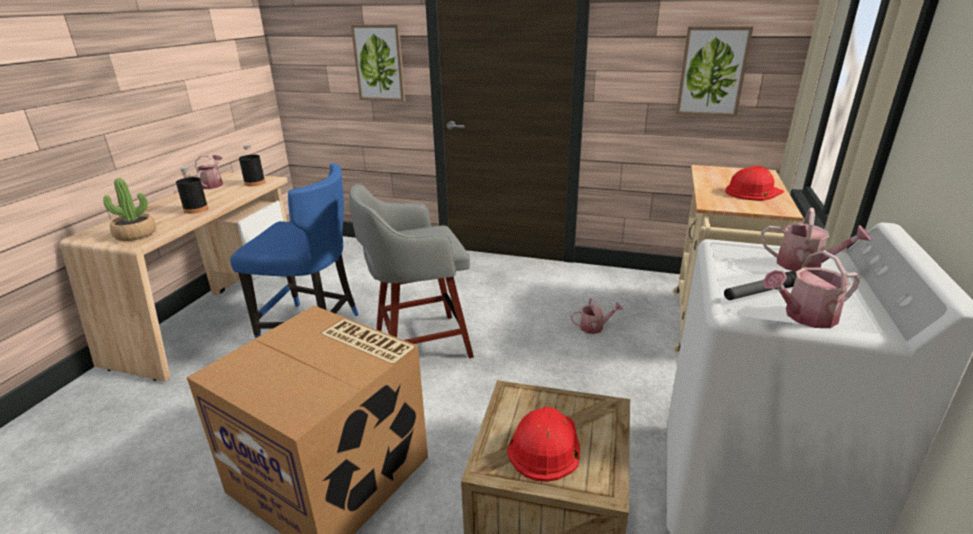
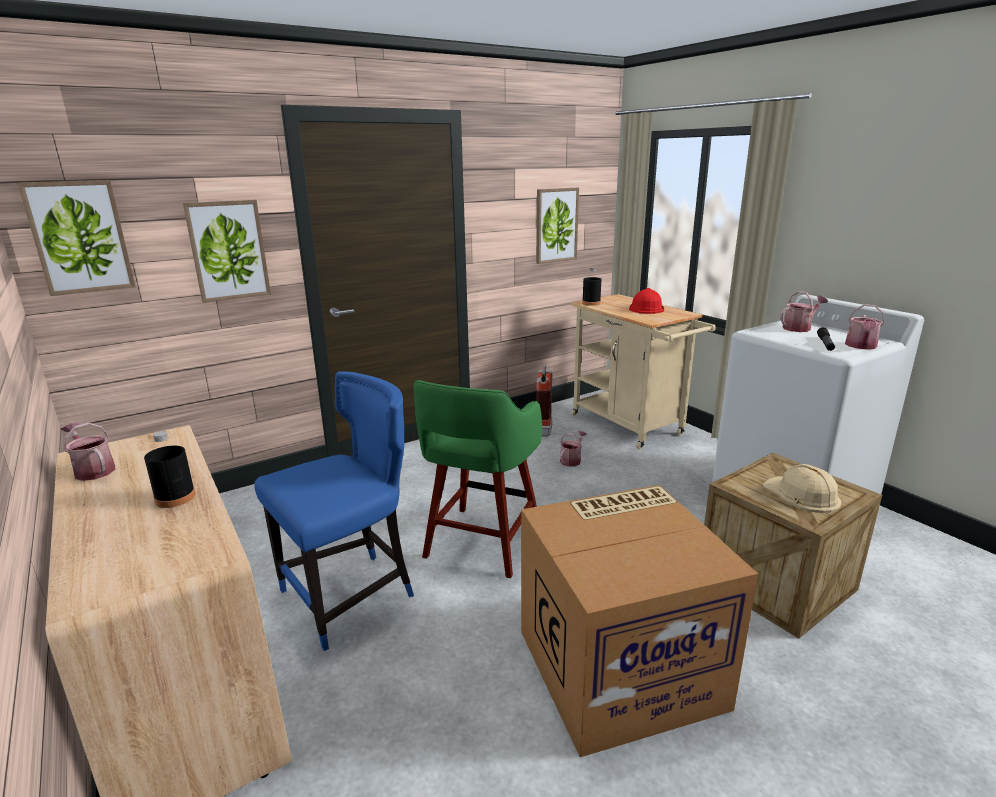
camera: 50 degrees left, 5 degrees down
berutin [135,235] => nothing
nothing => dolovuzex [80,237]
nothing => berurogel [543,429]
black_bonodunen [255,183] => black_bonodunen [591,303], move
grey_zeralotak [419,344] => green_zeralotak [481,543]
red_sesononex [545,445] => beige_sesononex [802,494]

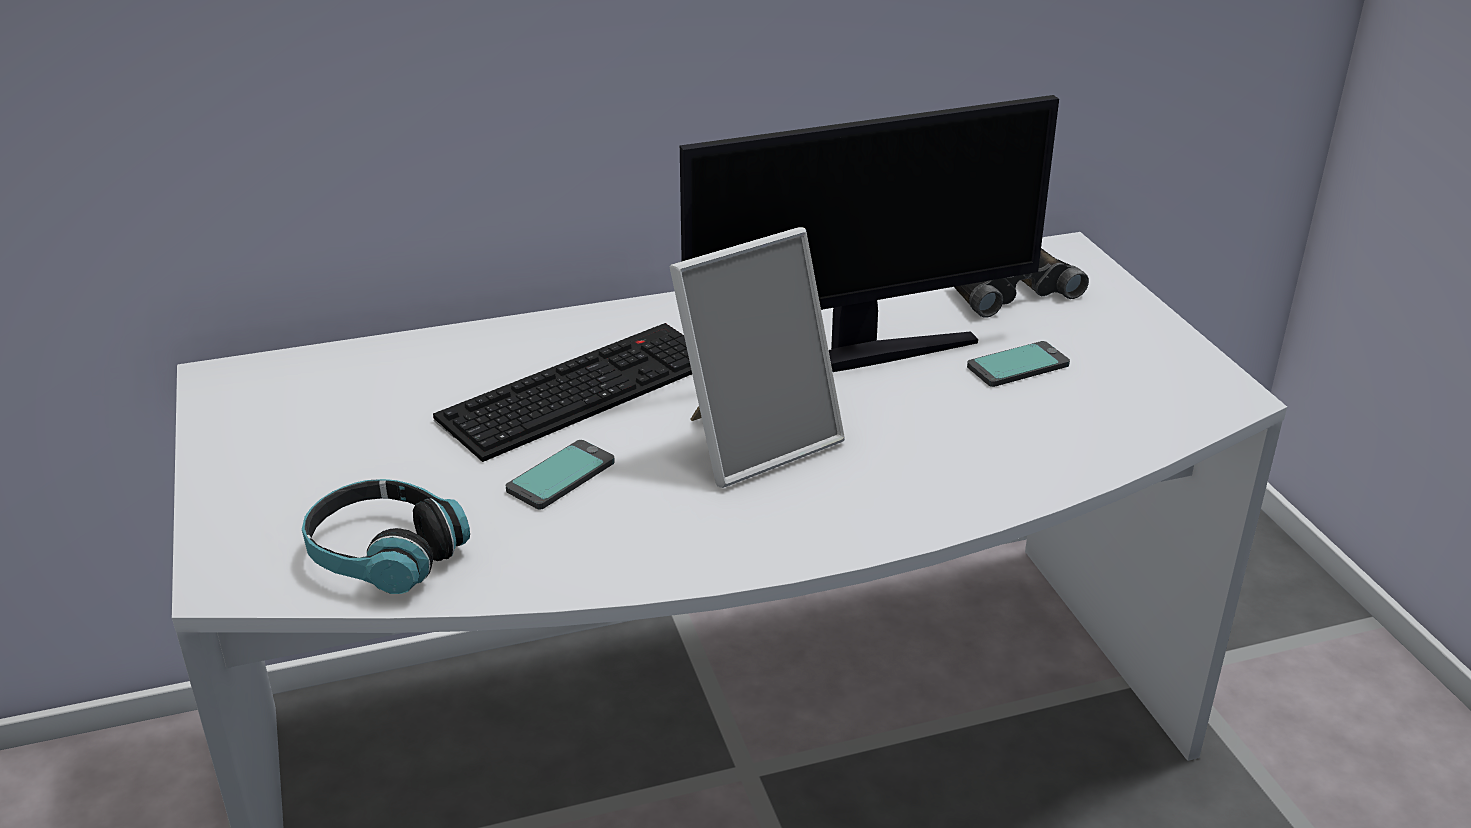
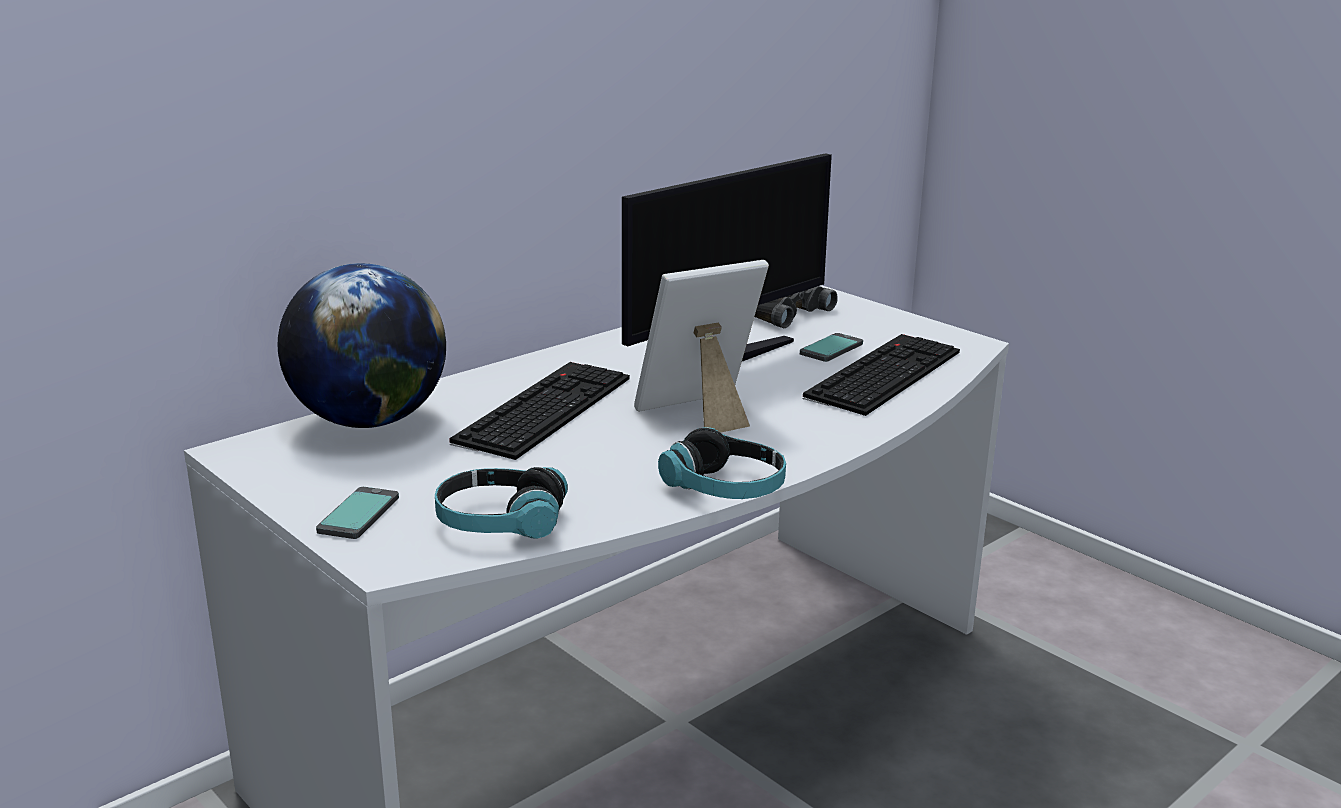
camera: 25 degrees left, 10 degrees down
nothing => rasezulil [369,421]
nothing => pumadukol [725,488]
nothing => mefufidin [882,373]
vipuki [560,476] => vipuki [358,514], move
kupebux [755,440] => kupebux [701,414], 150 degrees counterclockwise

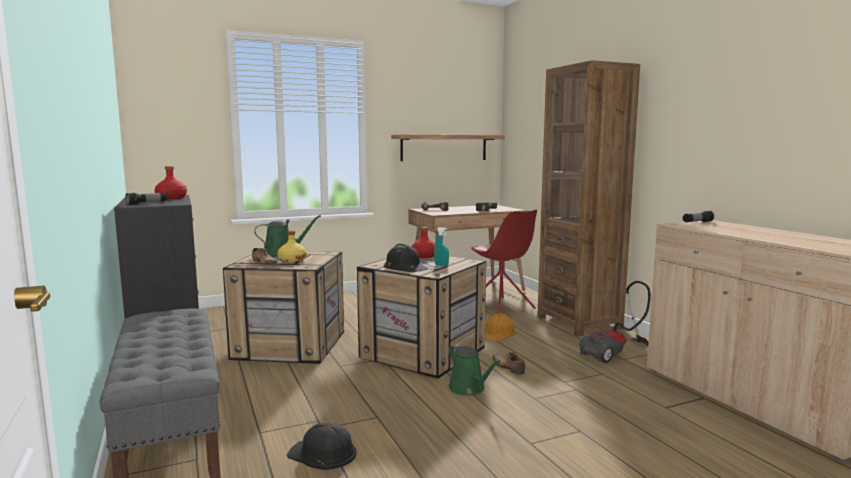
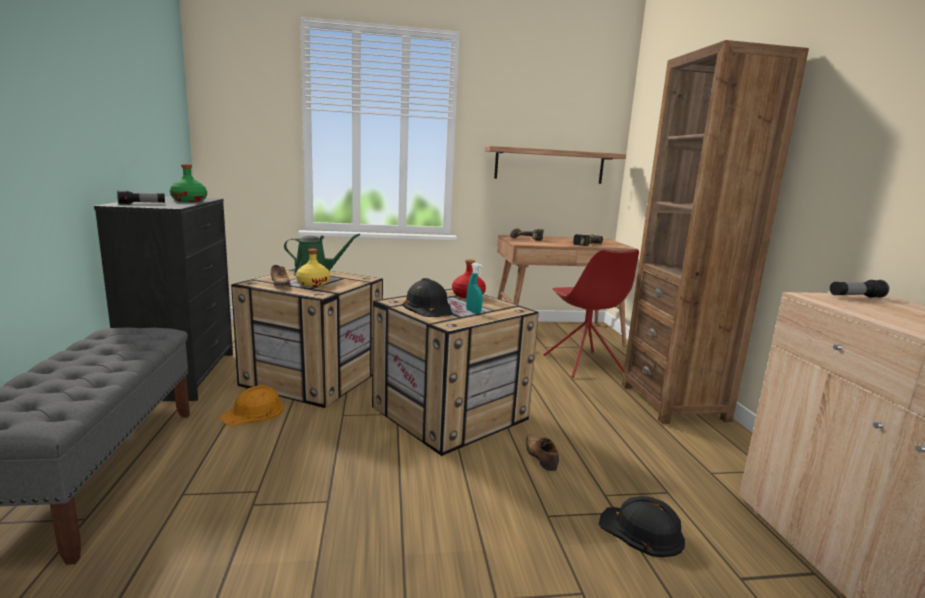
camera: 15 degrees right, 5 degrees up
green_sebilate [469,389] => nothing
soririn [616,354] => nothing
black_sesononex [323,453] => black_sesononex [642,531], move
orange_sesononex [498,333] => orange_sesononex [253,412], move
red_bonodunen [171,198] => green_bonodunen [189,200]

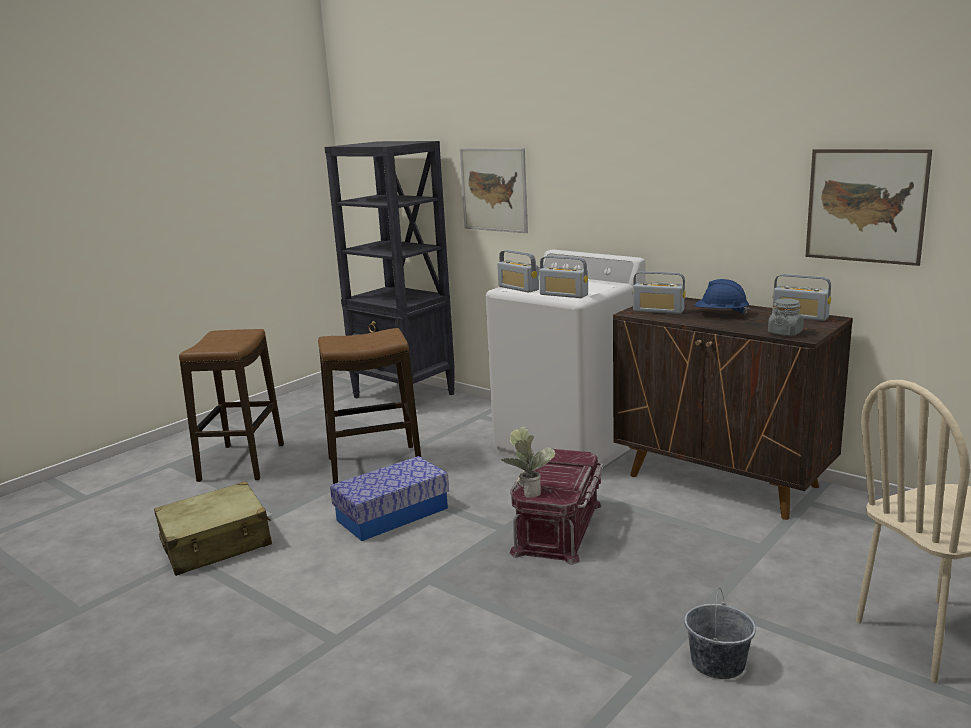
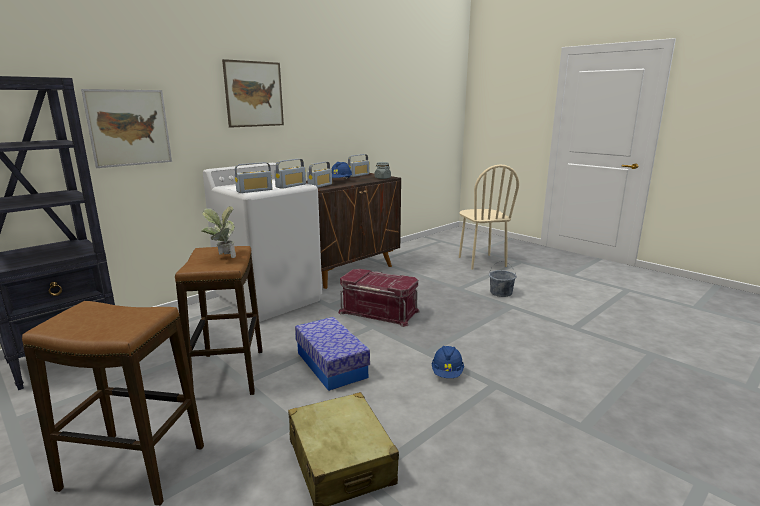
camera: 85 degrees left, 0 degrees up
nothing => blue_sesononex [447,373]
berutin [528,491] => berutin [223,257], move
dolovuzex [865,206] => dolovuzex [254,94], move

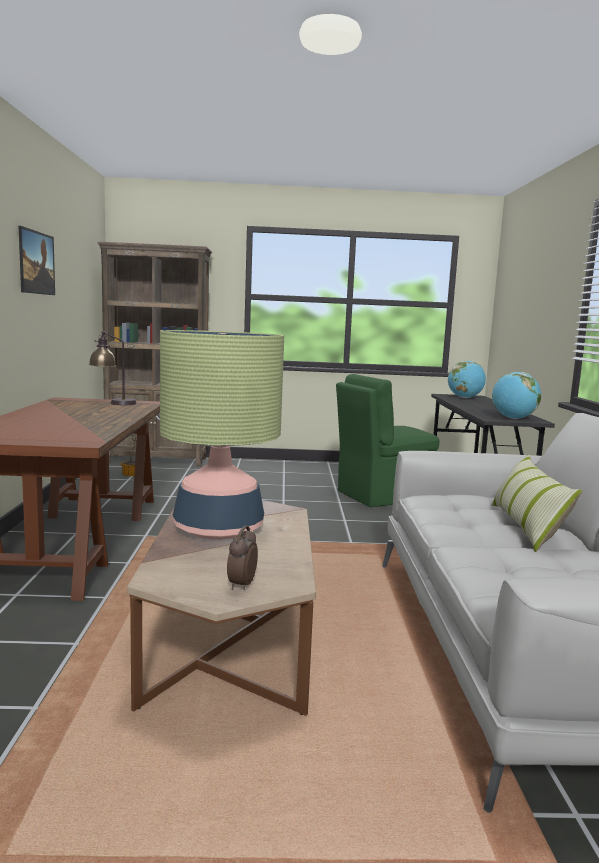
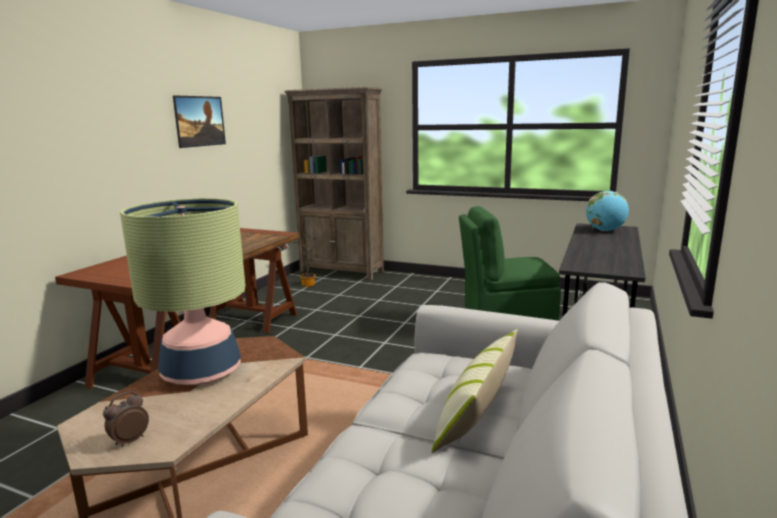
camera: 25 degrees right, 5 degrees up
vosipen [113,403] => nothing
rasezulil [513,418] => nothing

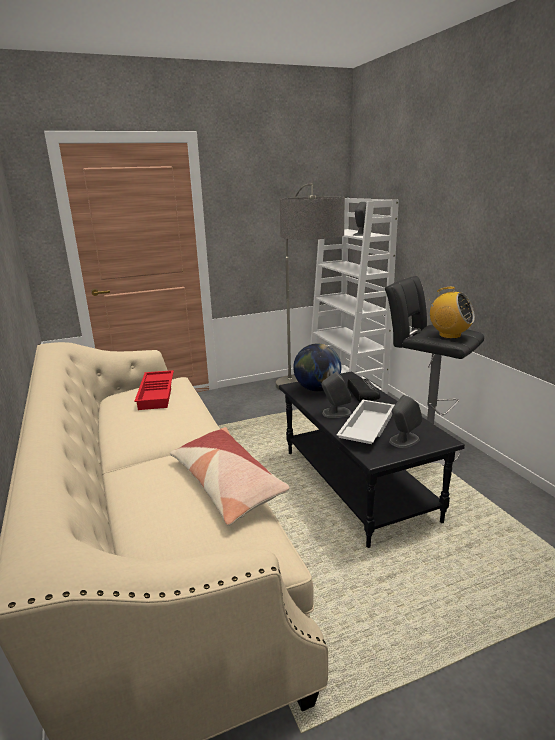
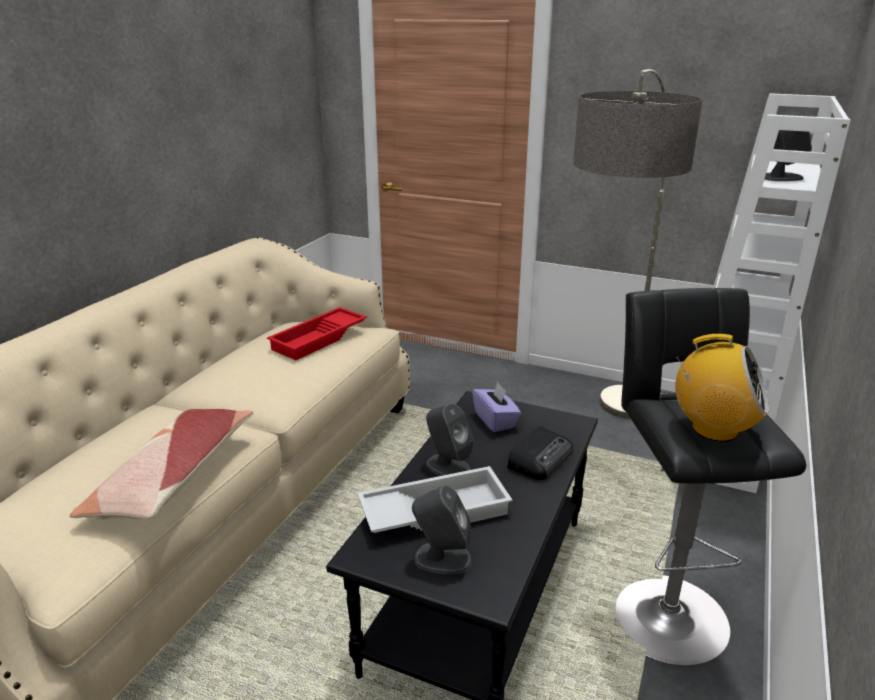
camera: 45 degrees right, 5 degrees up
rasezulil [317,389] => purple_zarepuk [495,420]
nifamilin [449,335] => nifamilin [713,429], 60 degrees counterclockwise

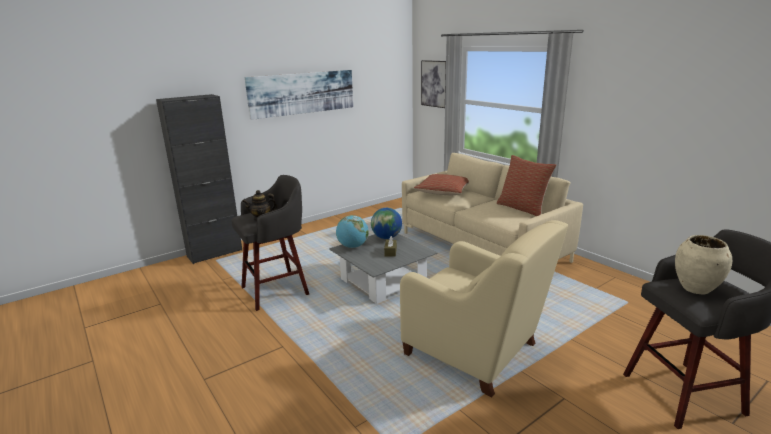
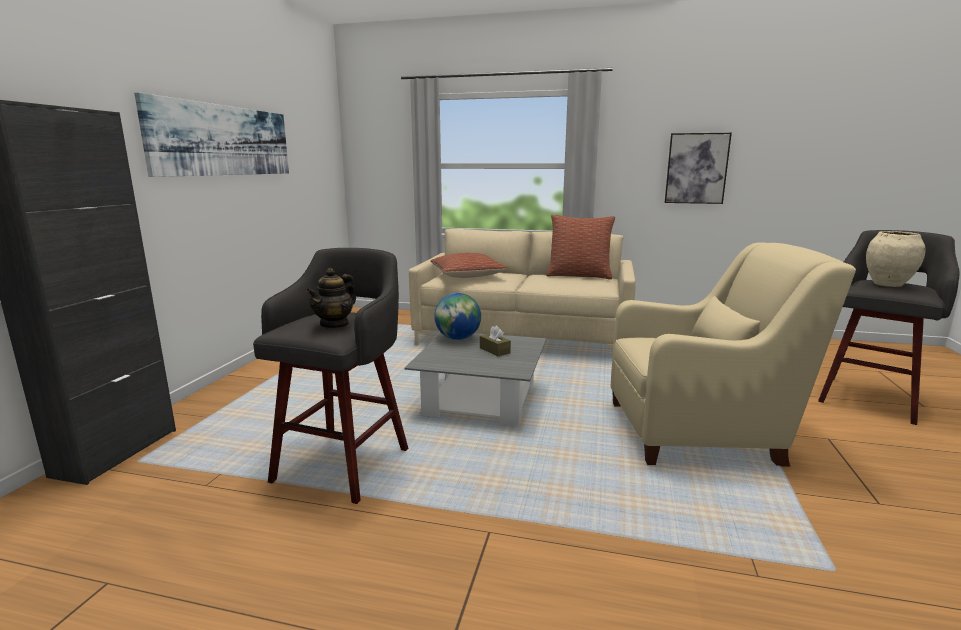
camera: 40 degrees left, 5 degrees down
rasezulil [353,246] => nothing
dolovuzex [434,83] => dolovuzex [696,168], move

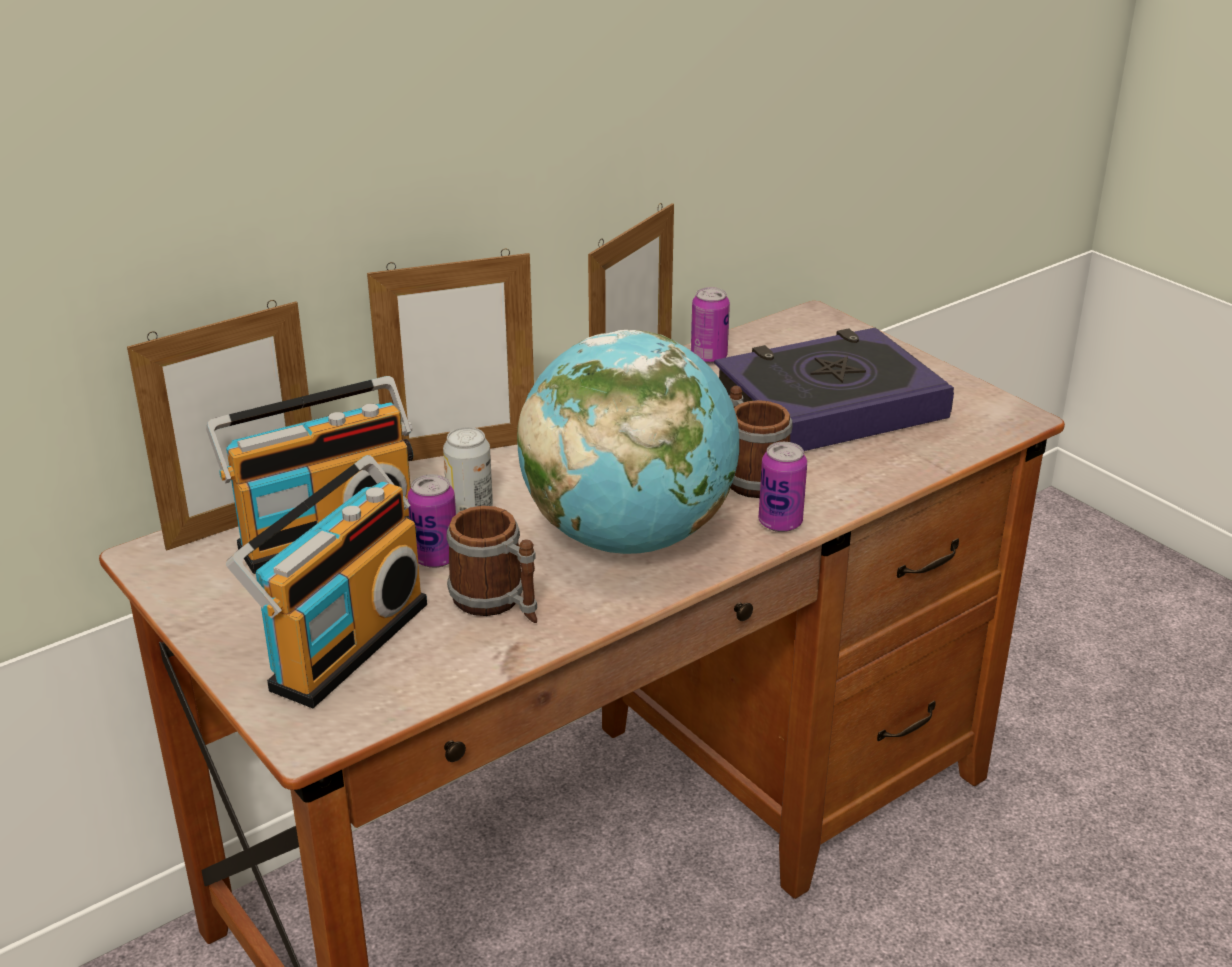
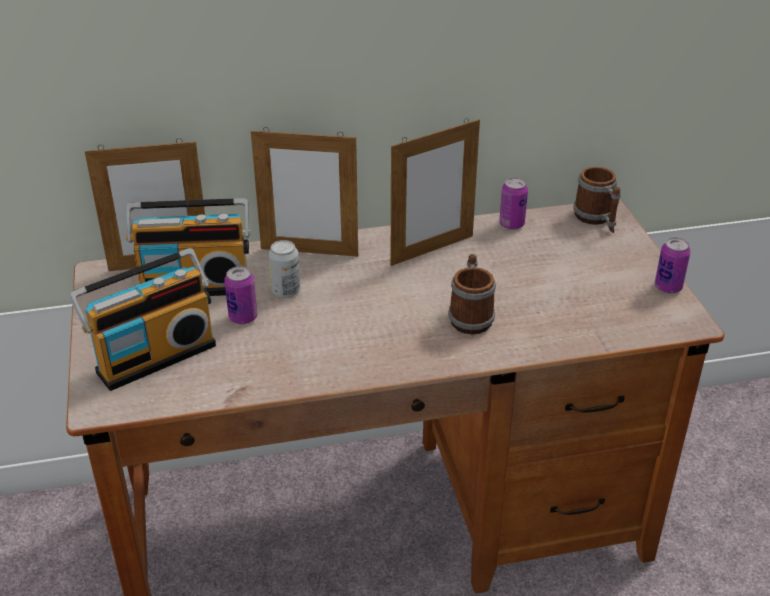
camera: 25 degrees right, 5 degrees up
rasezulil [628,536] => nothing
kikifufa [829,404] => nothing
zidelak [497,603] => zidelak [597,219], move
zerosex [780,523] => zerosex [668,287], move

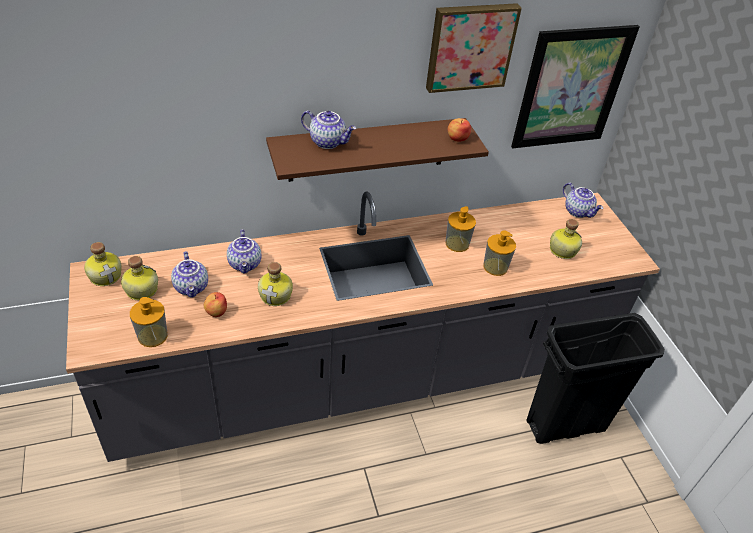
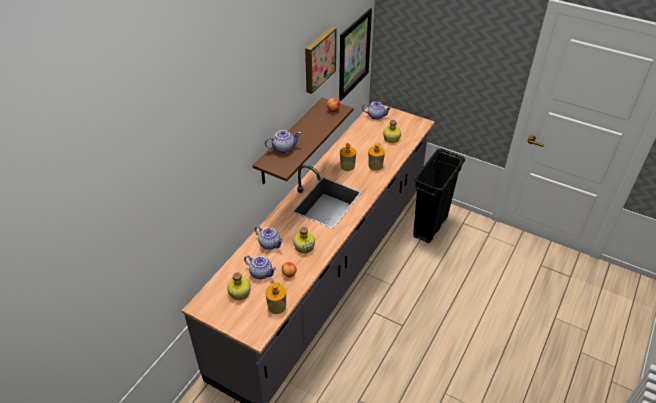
camera: 40 degrees left, 0 degrees up
bonodunen [106,275] => nothing

